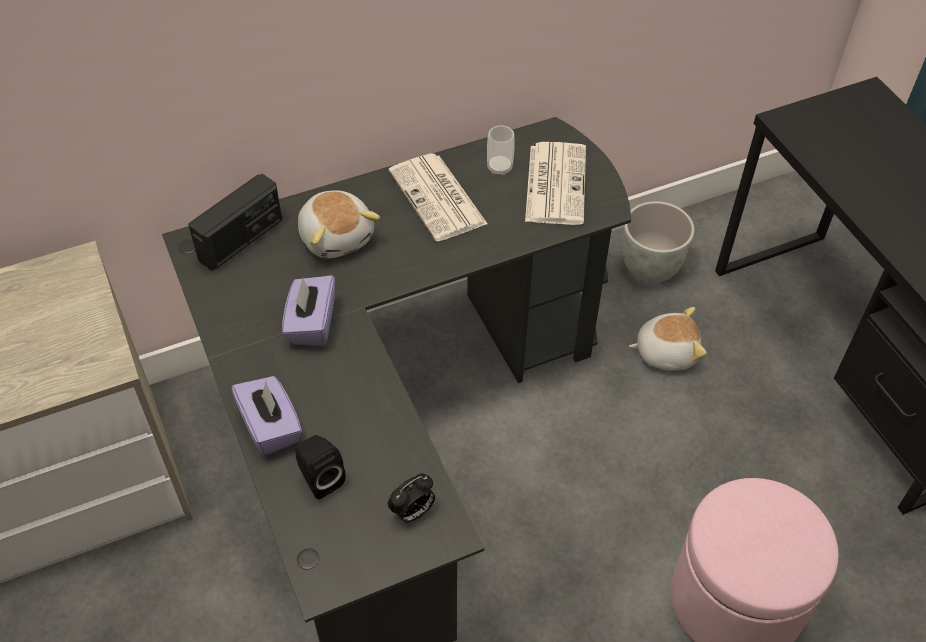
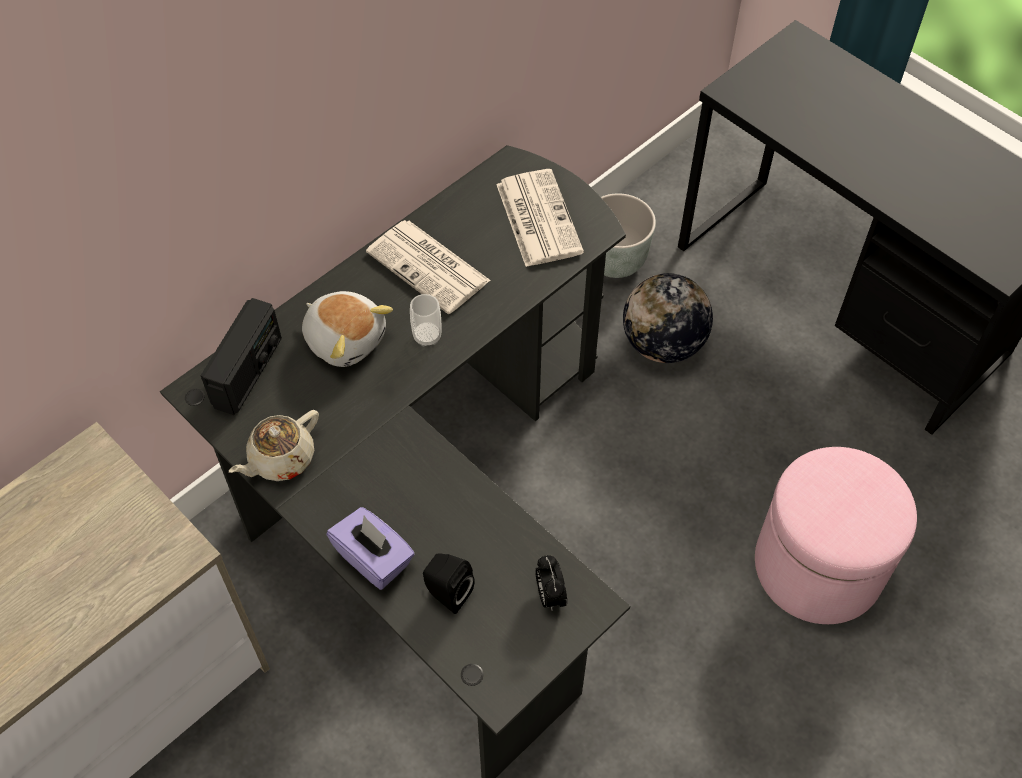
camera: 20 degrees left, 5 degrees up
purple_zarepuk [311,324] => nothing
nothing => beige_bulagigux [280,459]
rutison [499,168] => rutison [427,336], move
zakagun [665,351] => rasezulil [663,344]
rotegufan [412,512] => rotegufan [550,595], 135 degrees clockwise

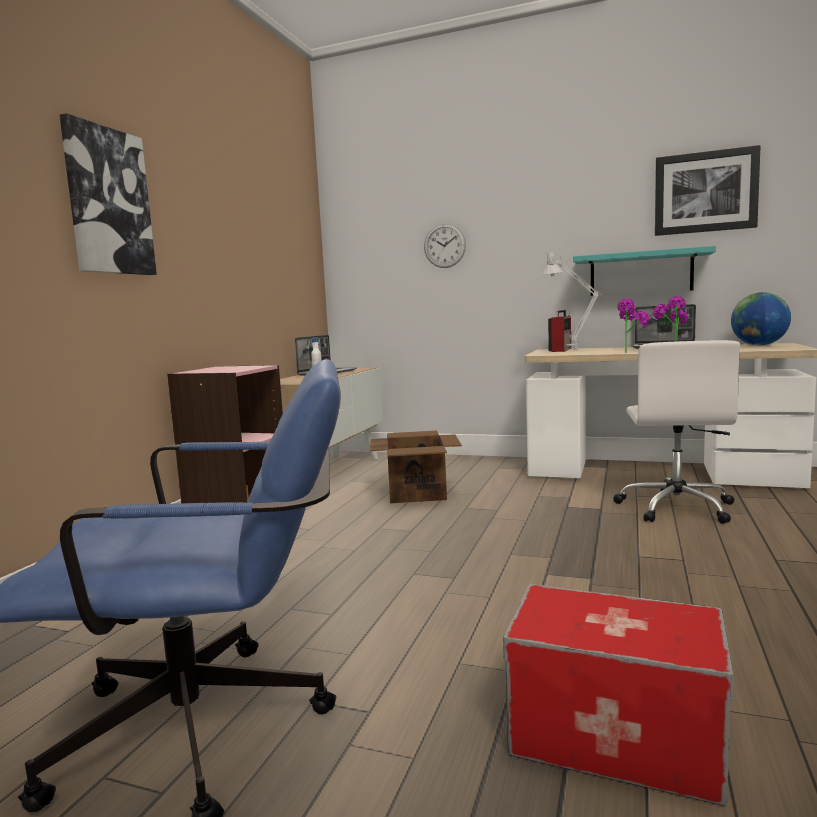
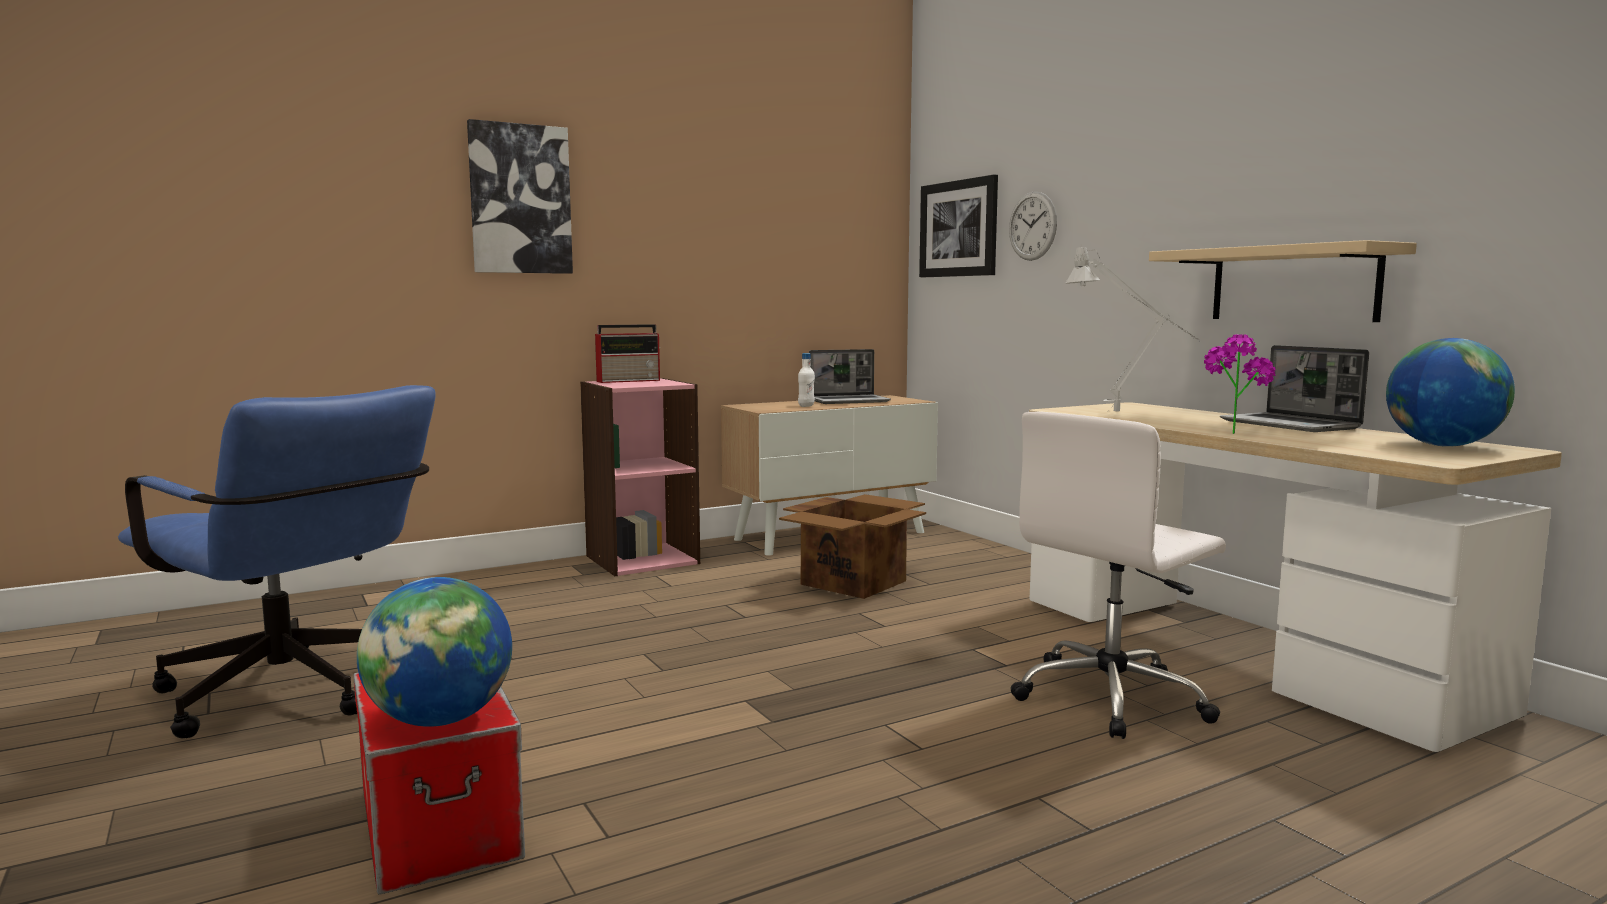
camera: 40 degrees right, 0 degrees up
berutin [630,352] => nothing
nothing => rasezulil [440,720]
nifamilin [561,350] => nifamilin [629,381], move
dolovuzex [705,192] => dolovuzex [959,229], move
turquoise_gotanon [640,273] => beige_gotanon [1293,284]

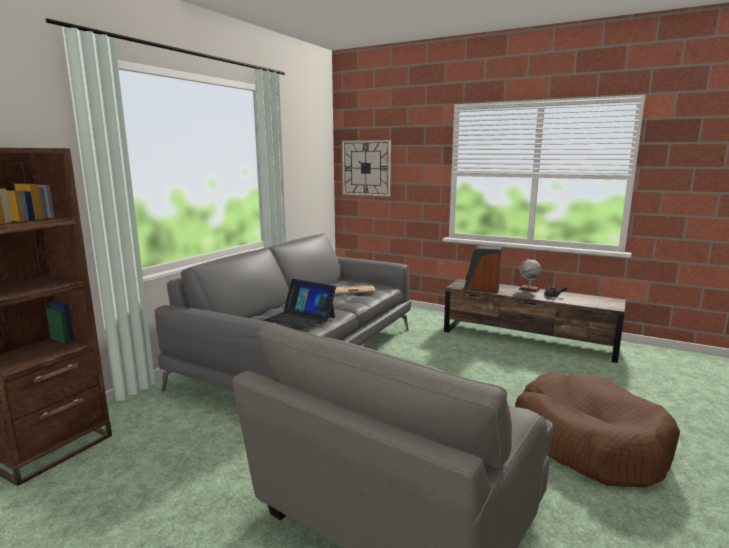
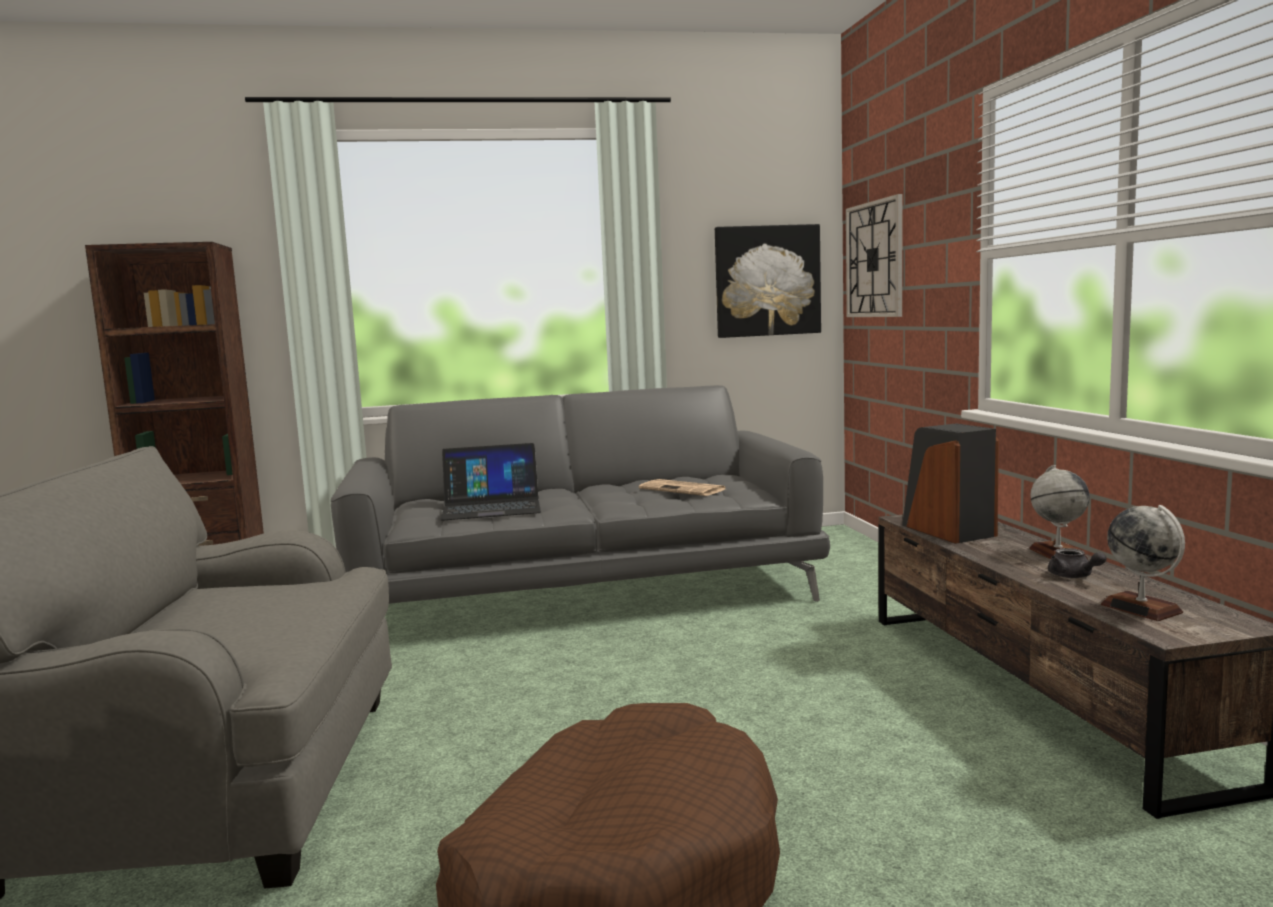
camera: 50 degrees right, 5 degrees down
nothing => dolovuzex [767,281]
nothing => rasezulil [1141,608]
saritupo [298,319] => saritupo [491,507], 90 degrees counterclockwise

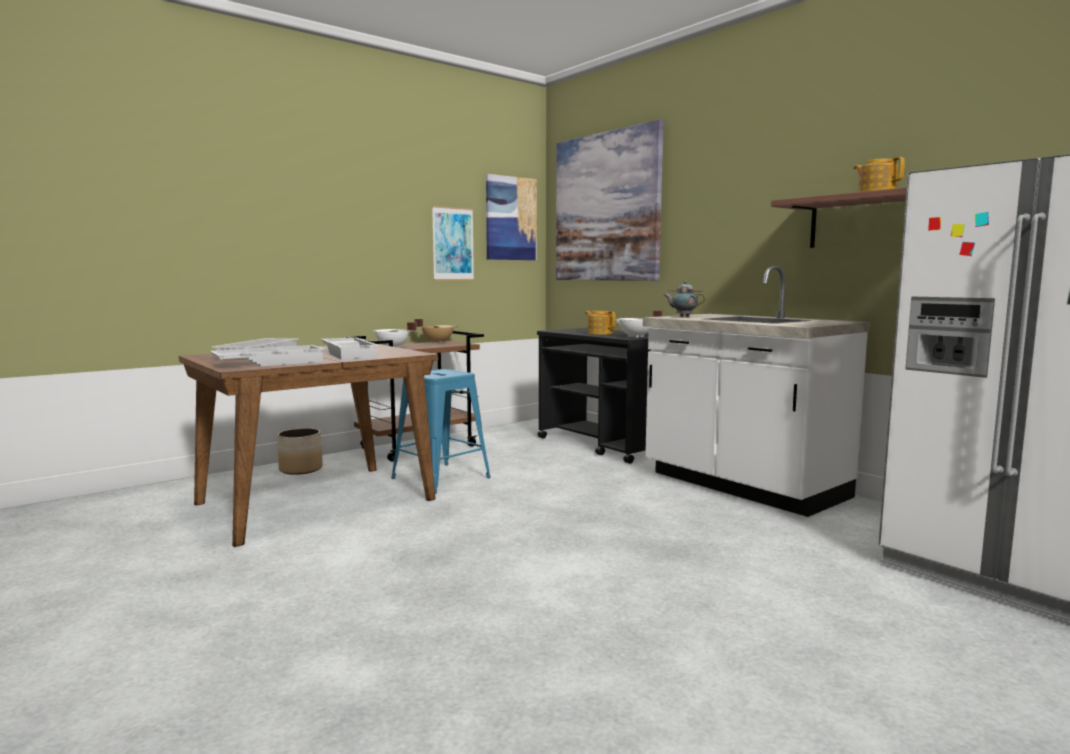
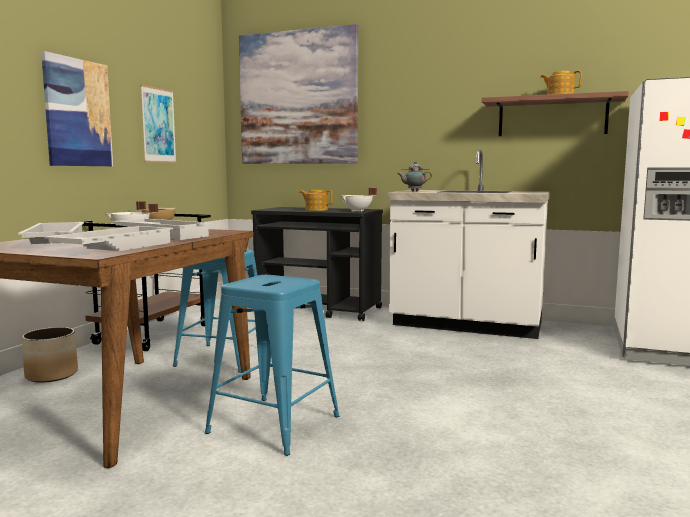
camera: 30 degrees left, 0 degrees up
nothing => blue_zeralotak [274,424]
dolovuzex [511,218] => dolovuzex [78,113], move

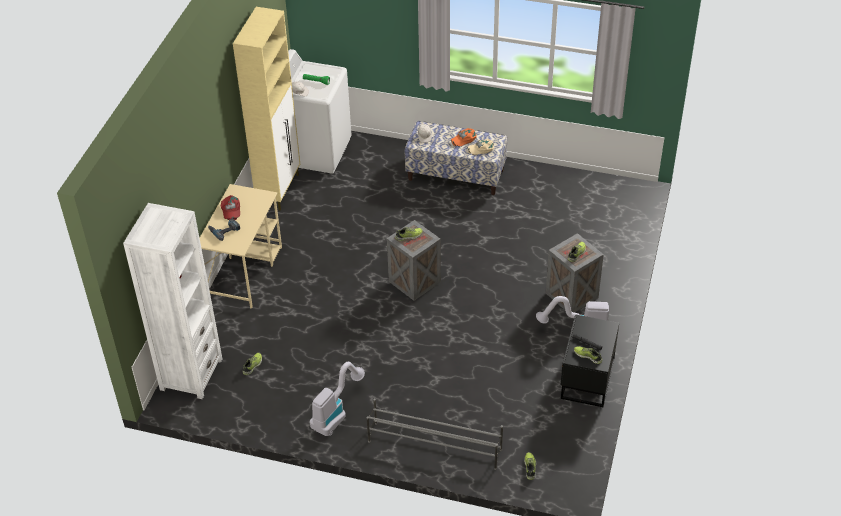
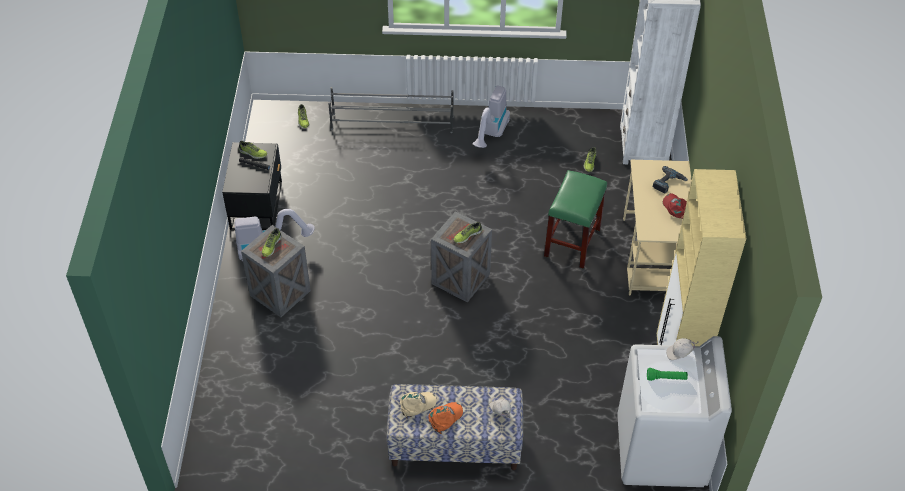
camera: 165 degrees right, 5 degrees up
nothing => green_zeralotak [572,242]

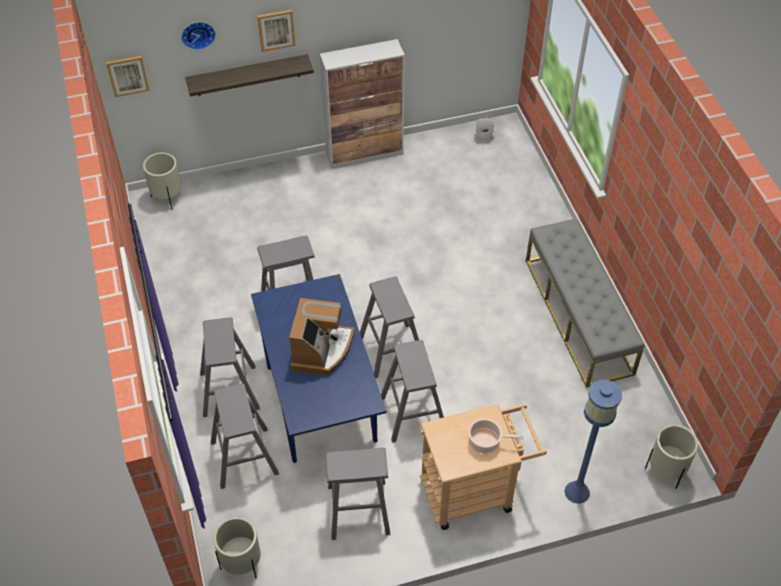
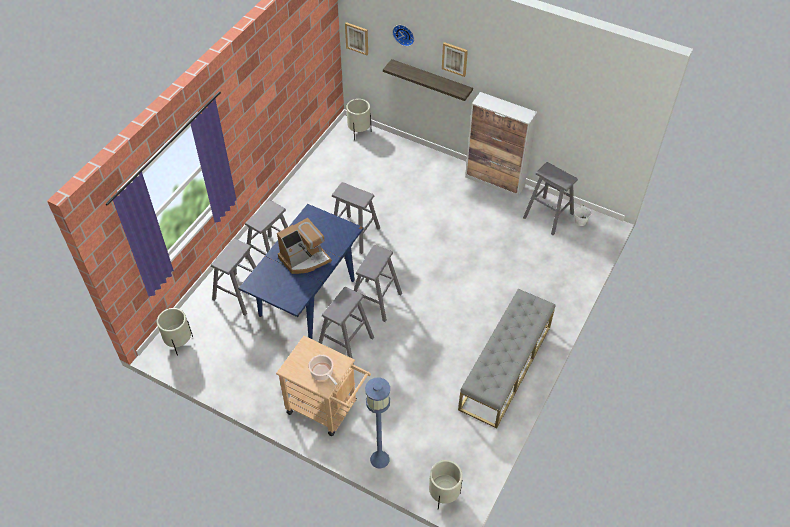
camera: 45 degrees right, 0 degrees up
grey_zeralotak [358,510] => grey_zeralotak [548,215], move

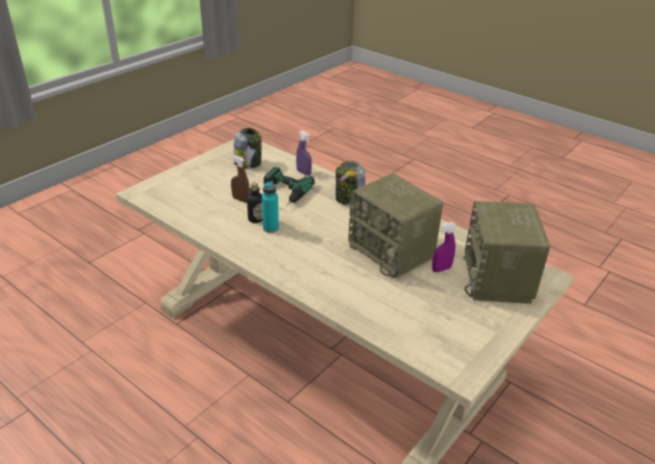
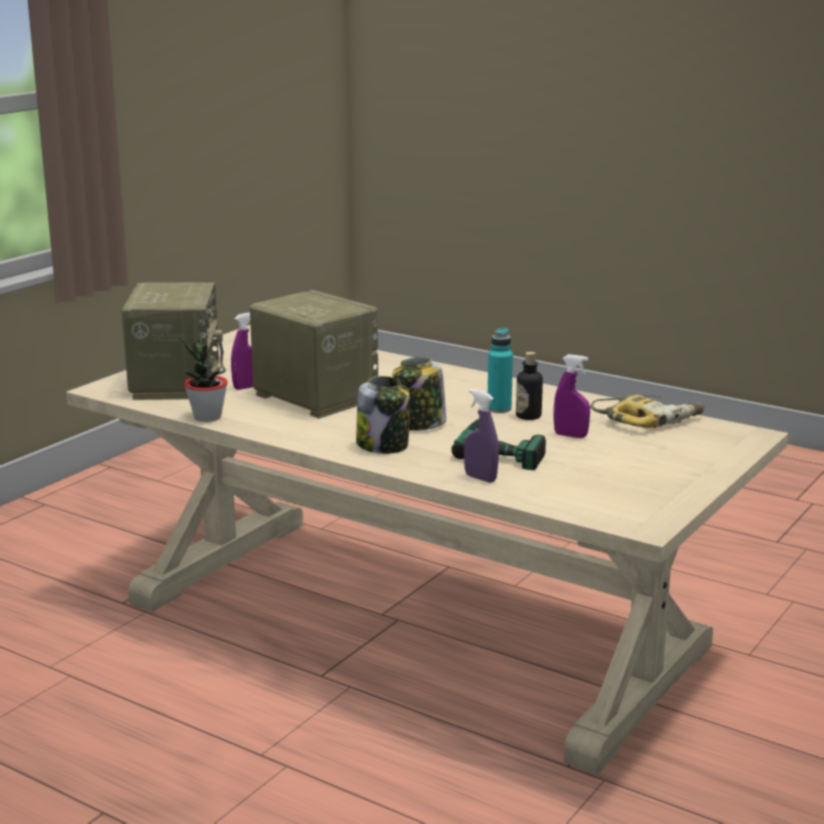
camera: 175 degrees right, 15 degrees down
nothing => berutin [207,417]
nothing => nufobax [648,419]
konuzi [248,163] => konuzi [419,425], move
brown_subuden [241,199] => purple_subuden [570,435]

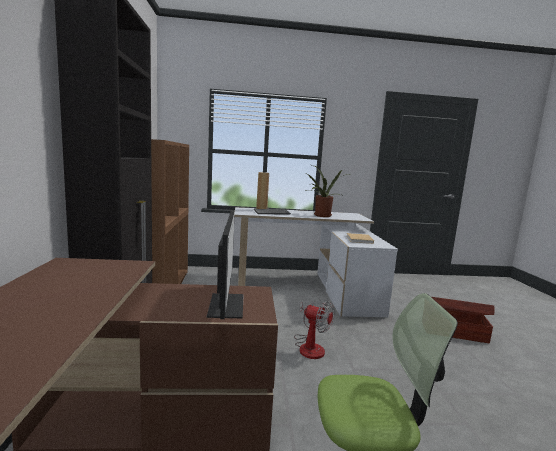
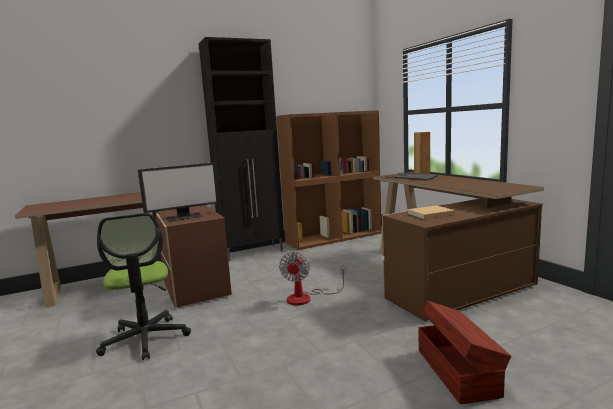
camera: 70 degrees right, 0 degrees up
berutin [321,216] => nothing
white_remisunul [311,287] => brown_remisunul [443,275]

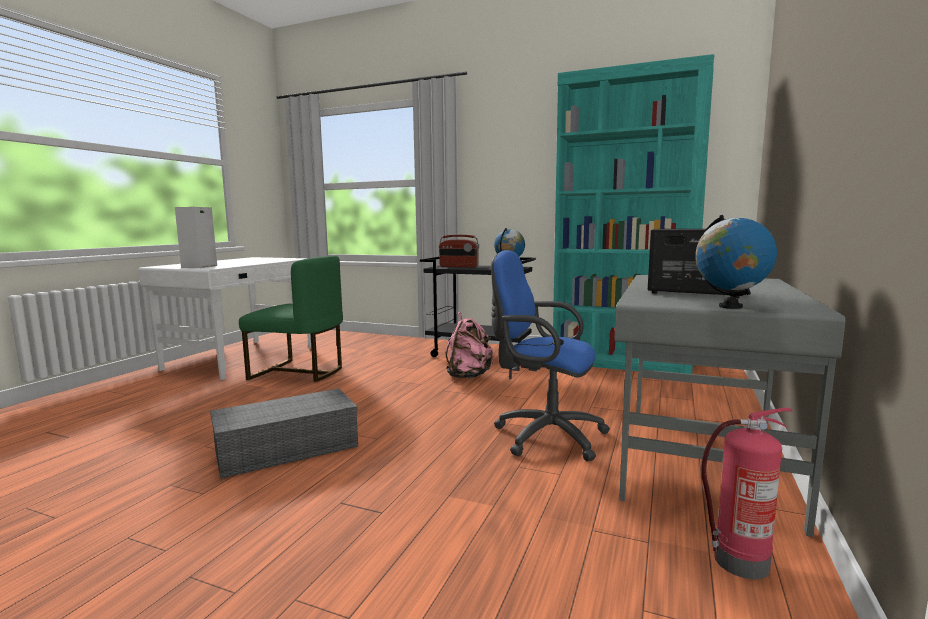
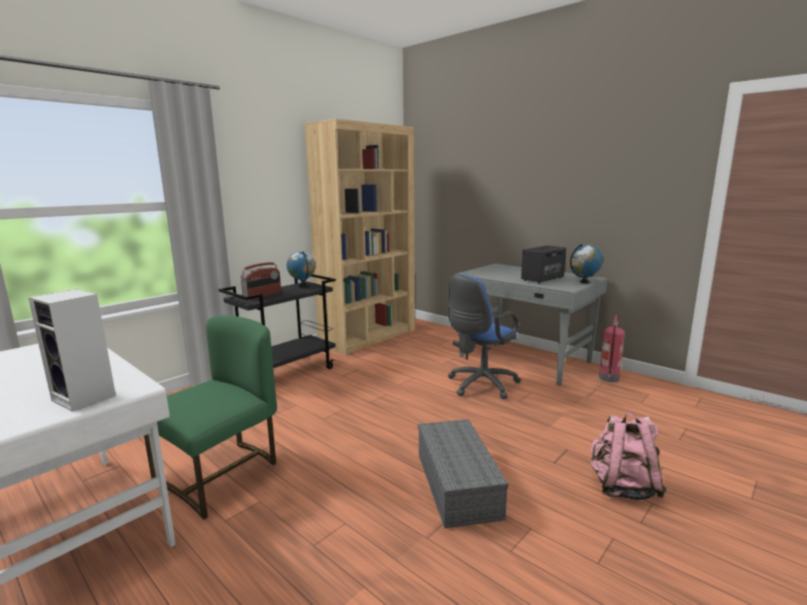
camera: 70 degrees left, 5 degrees up
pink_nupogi [468,376] => pink_nupogi [622,487], move
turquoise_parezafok [621,362] => brown_parezafok [368,337]

